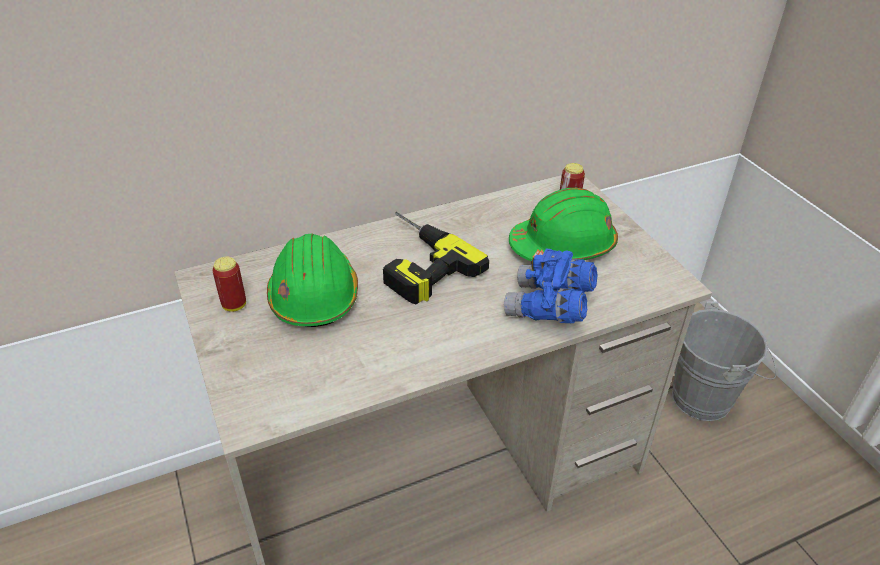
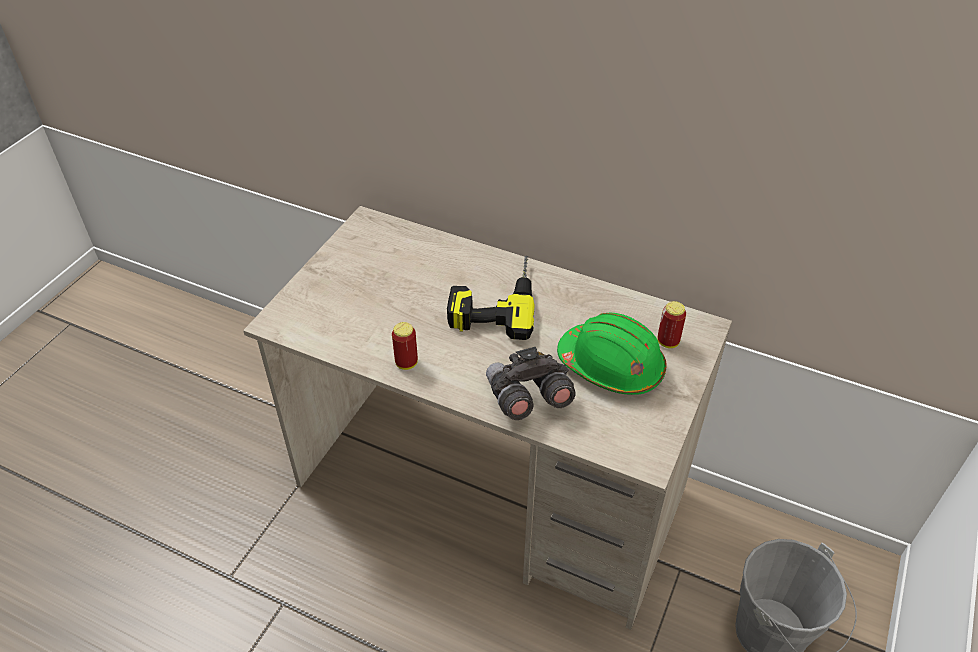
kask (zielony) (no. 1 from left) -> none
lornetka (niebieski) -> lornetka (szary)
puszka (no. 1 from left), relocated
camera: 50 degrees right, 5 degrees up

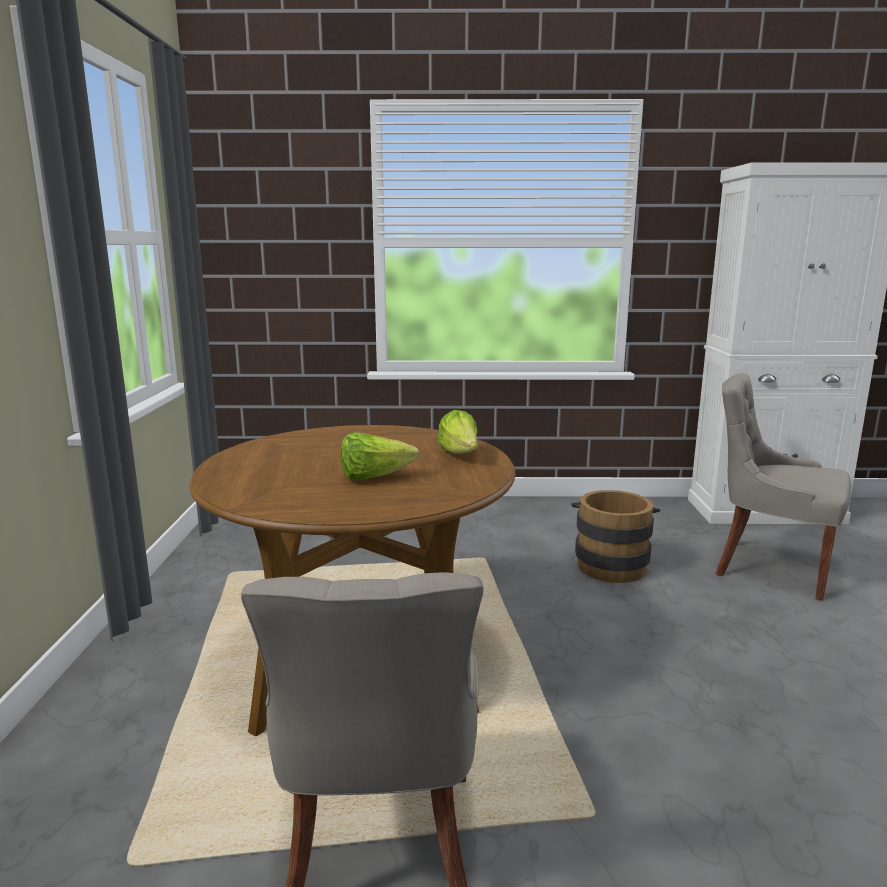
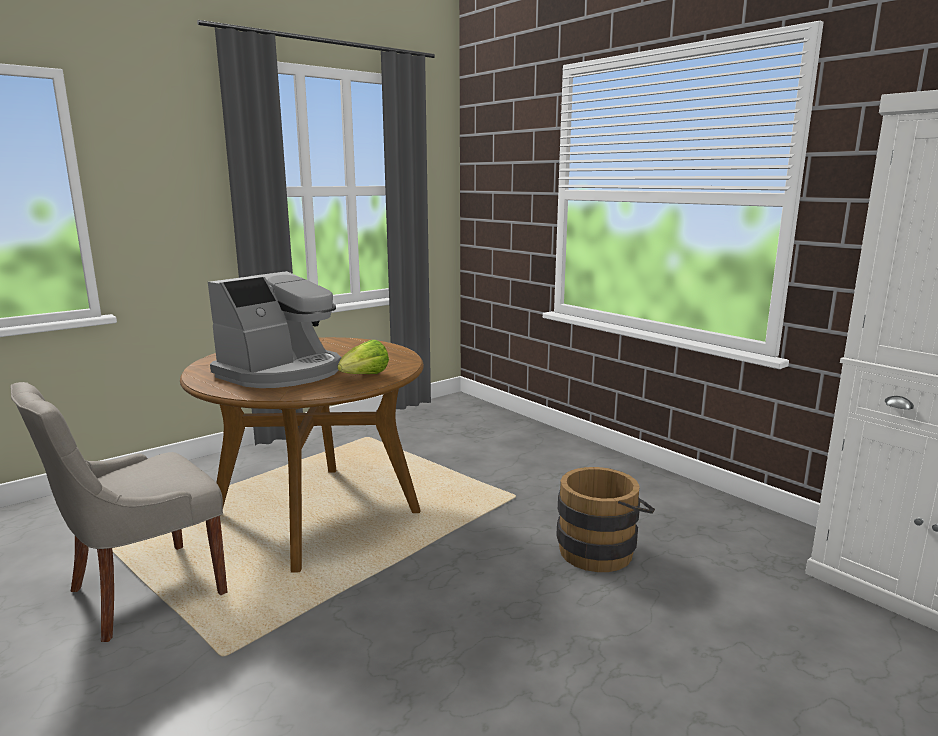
krzesło (szary) (no. 2 from left) -> none
sałata (no. 1 from left) -> ekspres do kawy
camera: 50 degrees right, 0 degrees up

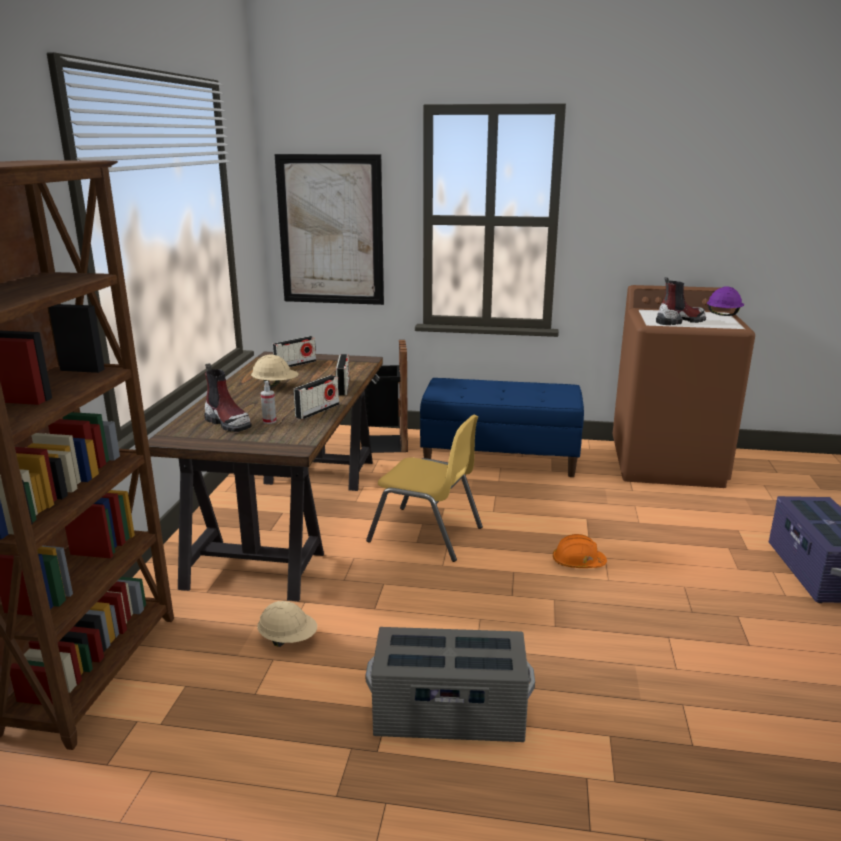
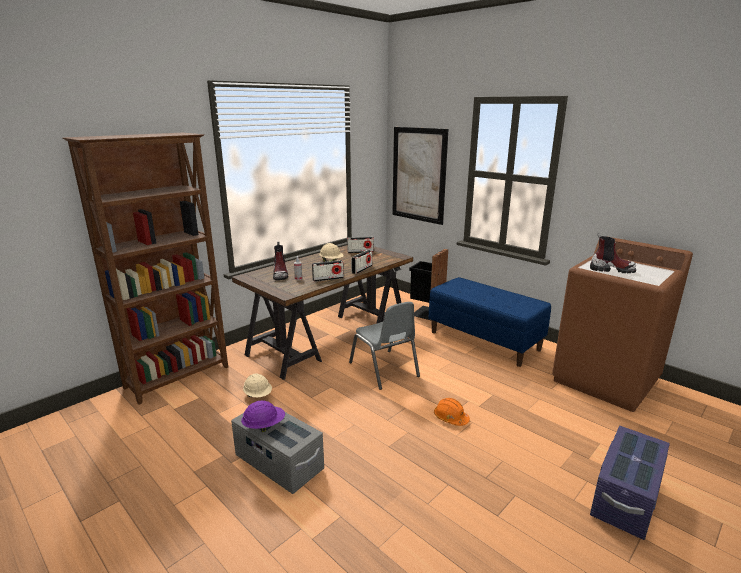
kask (fioletowy), relocated
krzesło (żółty) -> krzesło (szary)
camera: 35 degrees right, 0 degrees up

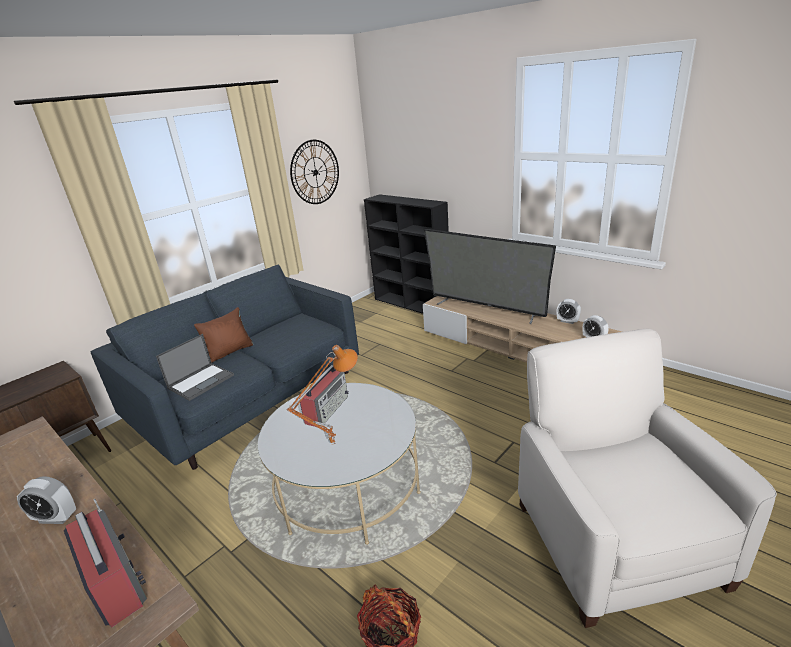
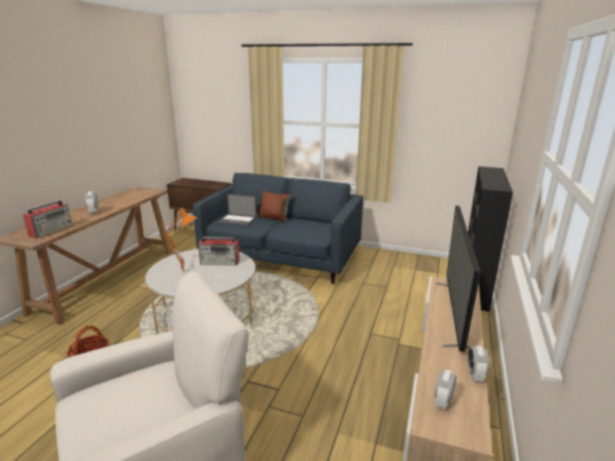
zegar ścienny -> none
camera: 65 degrees right, 5 degrees down

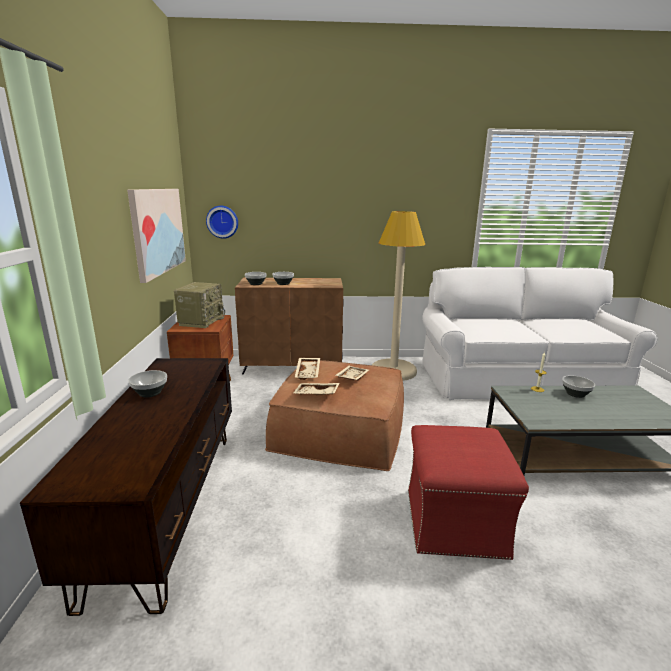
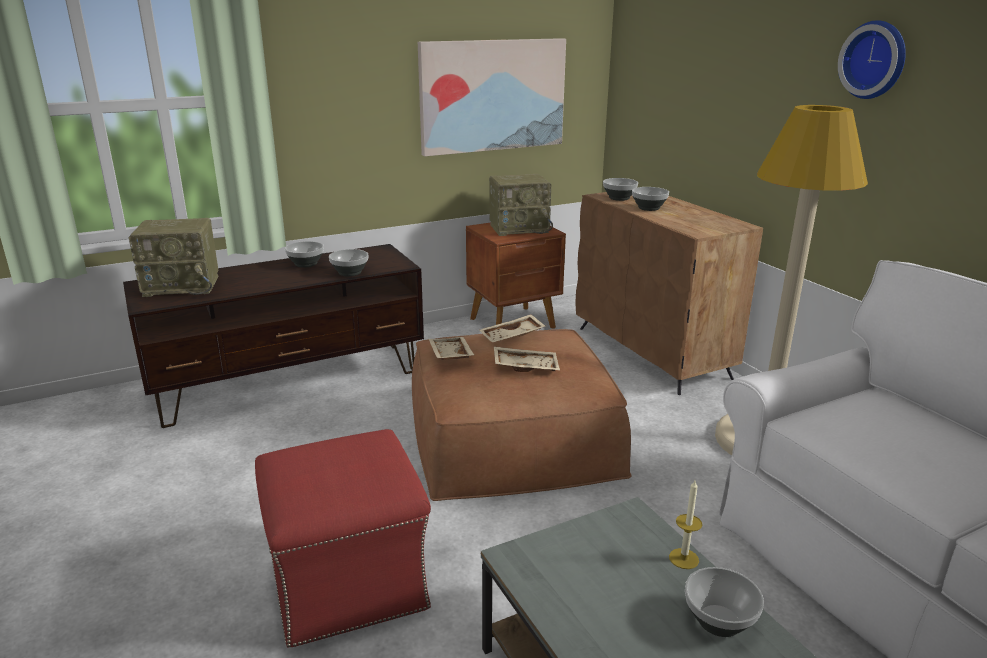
zegar ścienny, relocated
none -> radio (no. 1 from left)
none -> miska (no. 2 from left)
camera: 65 degrees right, 5 degrees up

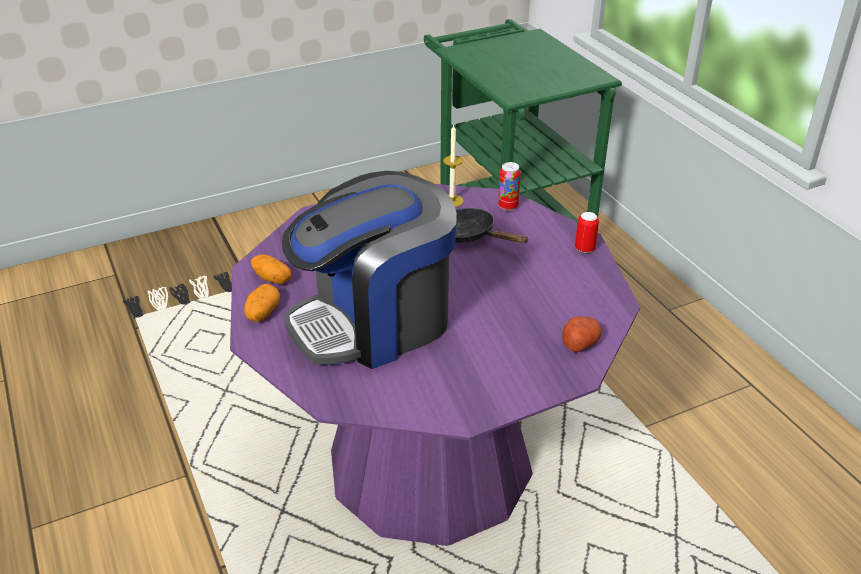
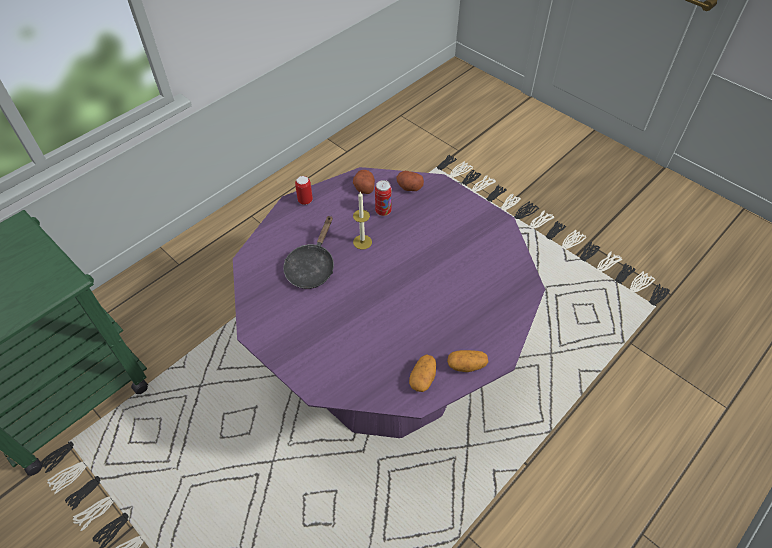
świeca, relocated
puszka (no. 1 from left in the first image) -> puszka (no. 2 from left), relocated
ekspres do kawy -> none
none -> ziemniak (no. 1 from left)
camera: 110 degrees left, 15 degrees up

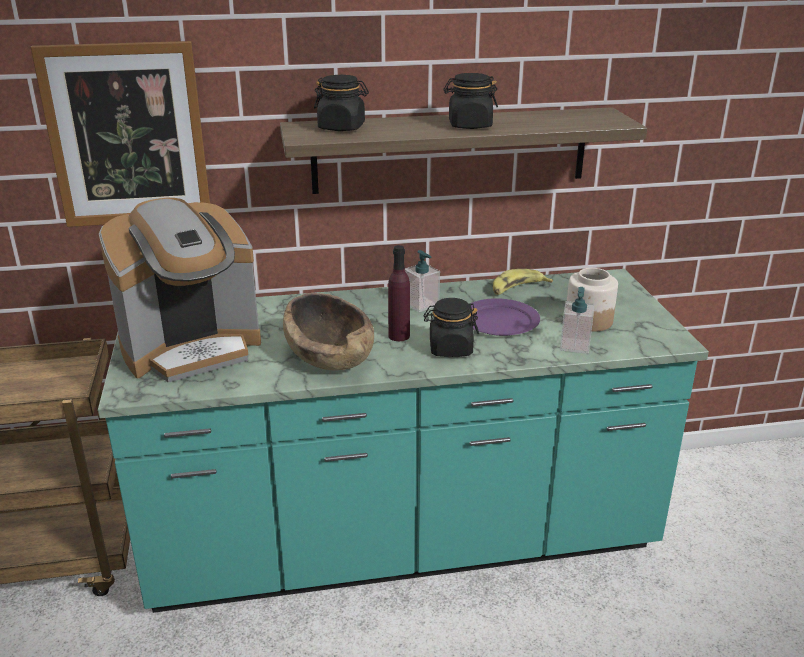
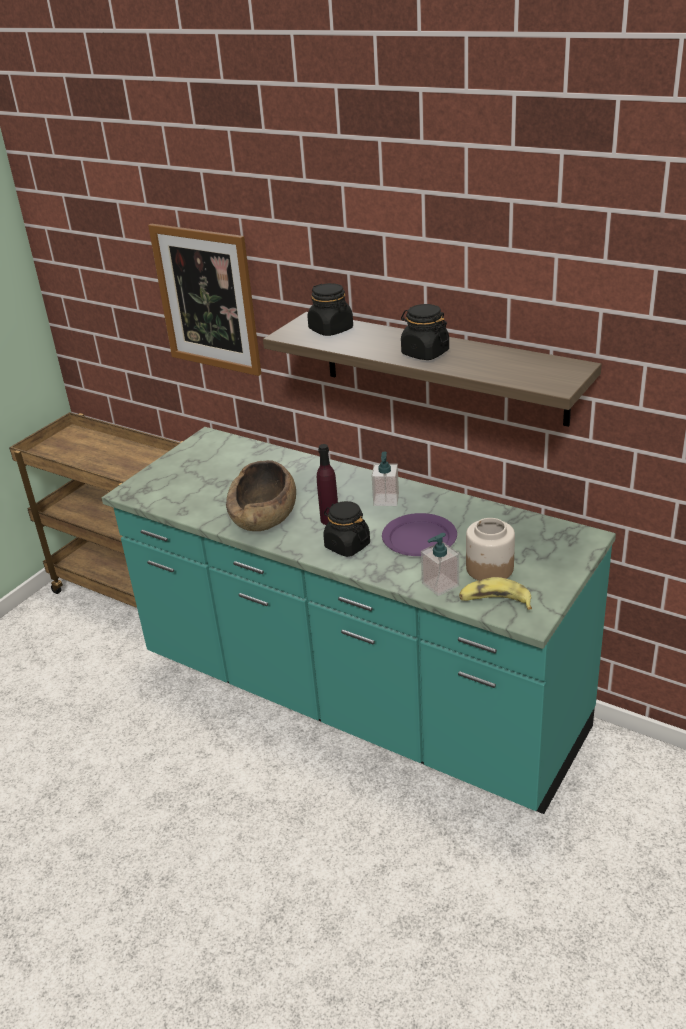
ekspres do kawy -> none
banan, relocated
camera: 45 degrees right, 5 degrees up

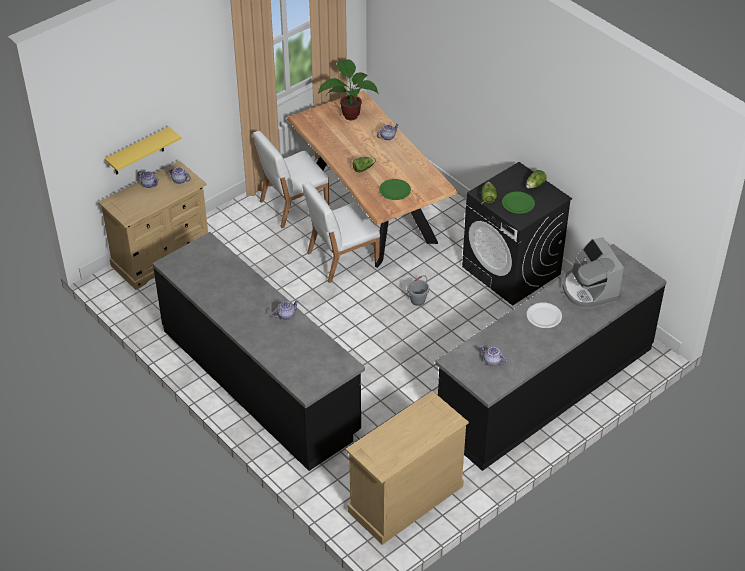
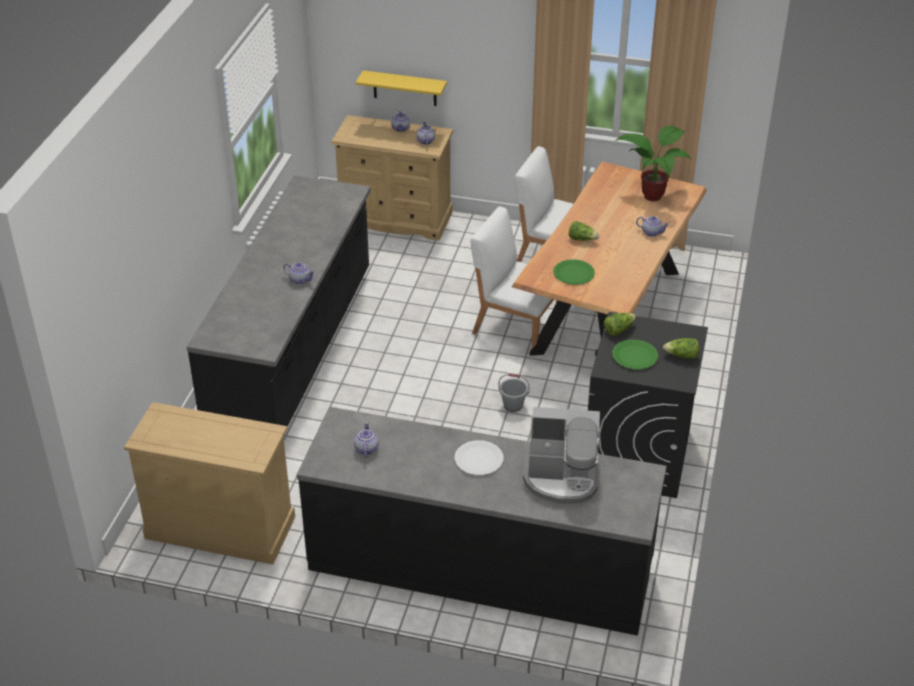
ekspres do kawy, 120 degrees counterclockwise
camera: 55 degrees right, 5 degrees down

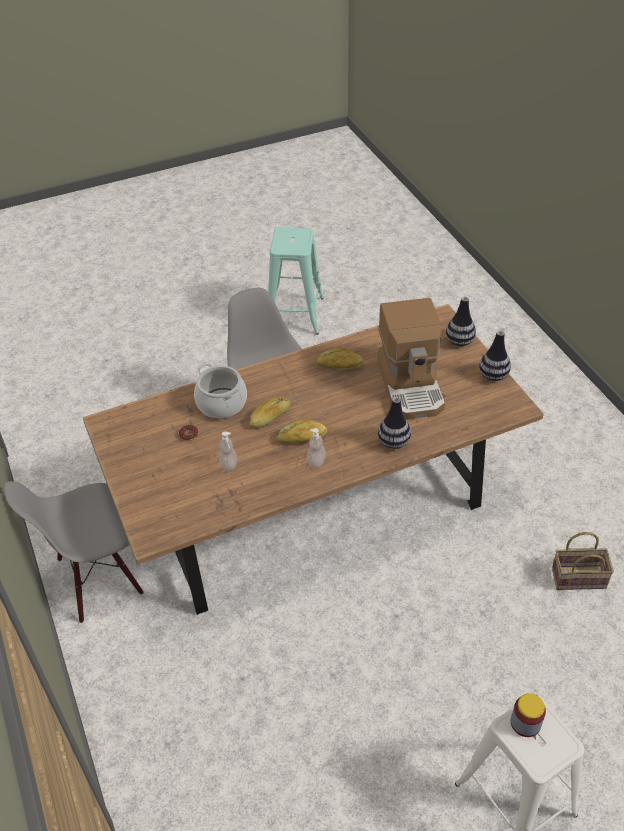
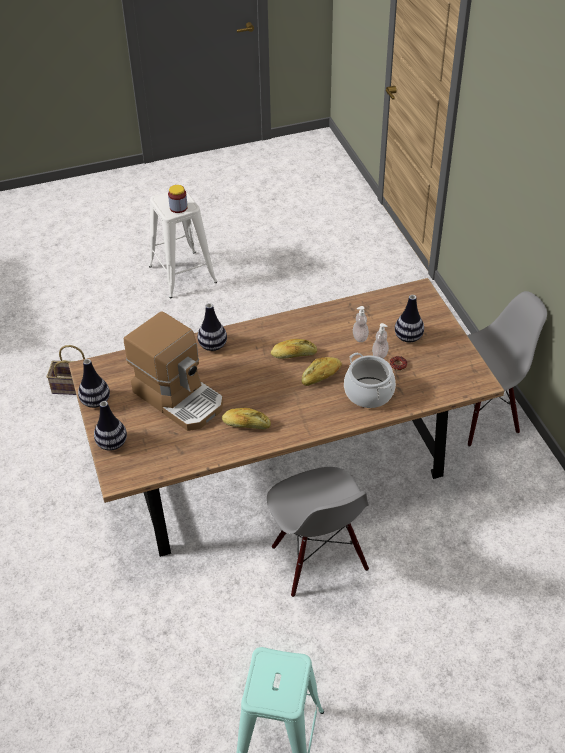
ekspres do kawy, 135 degrees clockwise
dozownik mydła (no. 2 from left), relocated
none -> wazon (no. 4 from left)
camera: 175 degrees left, 0 degrees up

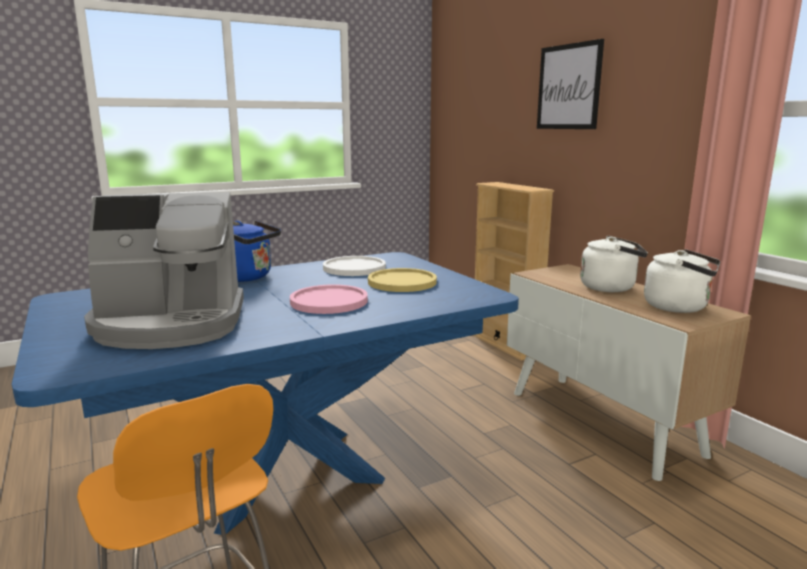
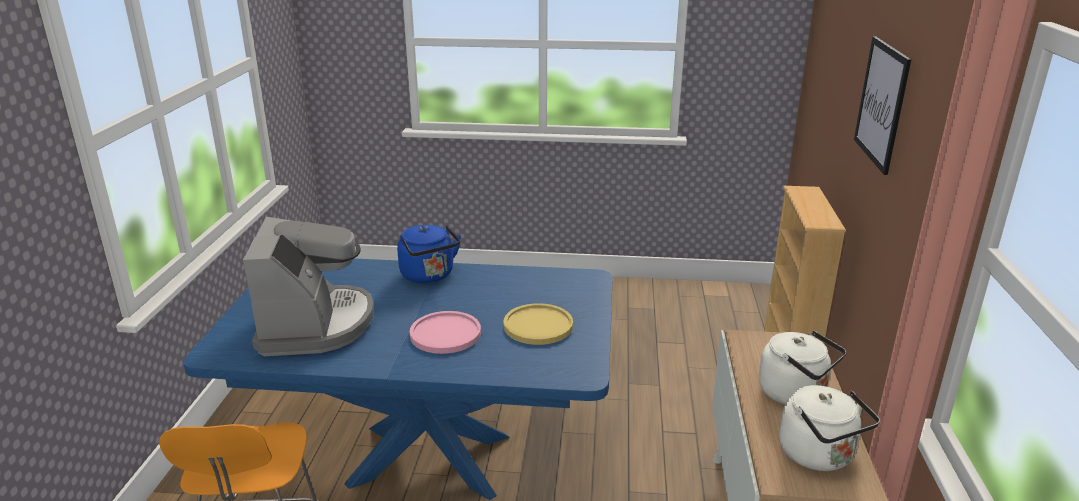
ekspres do kawy, 120 degrees counterclockwise
talerz (biały) -> none
camera: 35 degrees right, 10 degrees up

